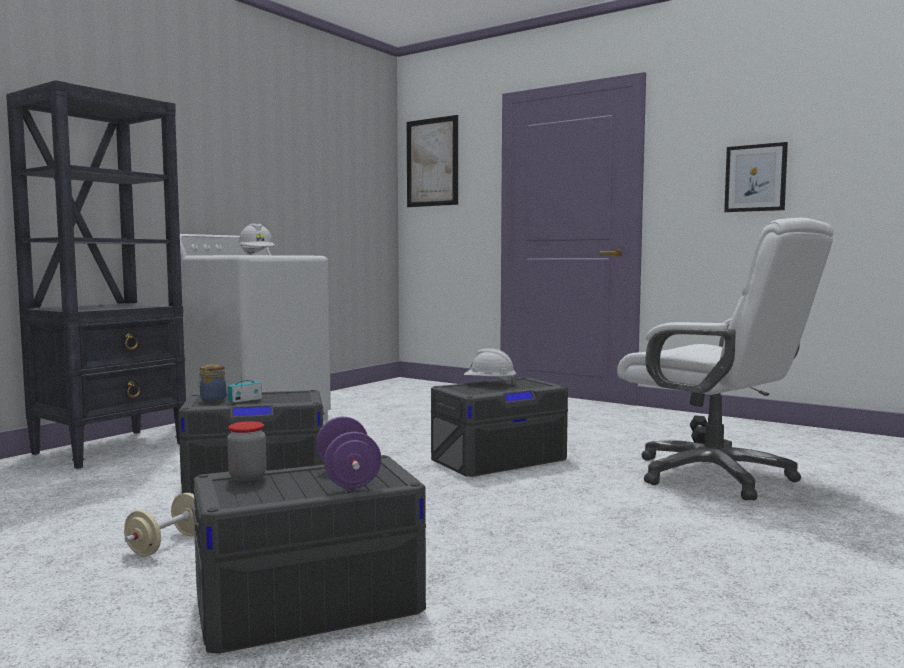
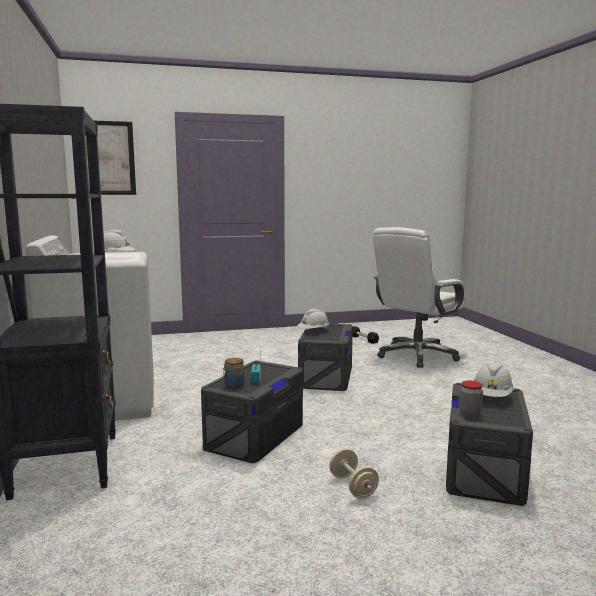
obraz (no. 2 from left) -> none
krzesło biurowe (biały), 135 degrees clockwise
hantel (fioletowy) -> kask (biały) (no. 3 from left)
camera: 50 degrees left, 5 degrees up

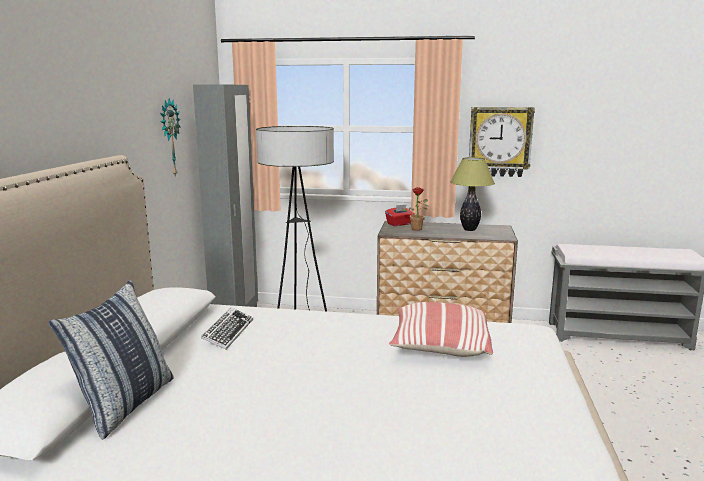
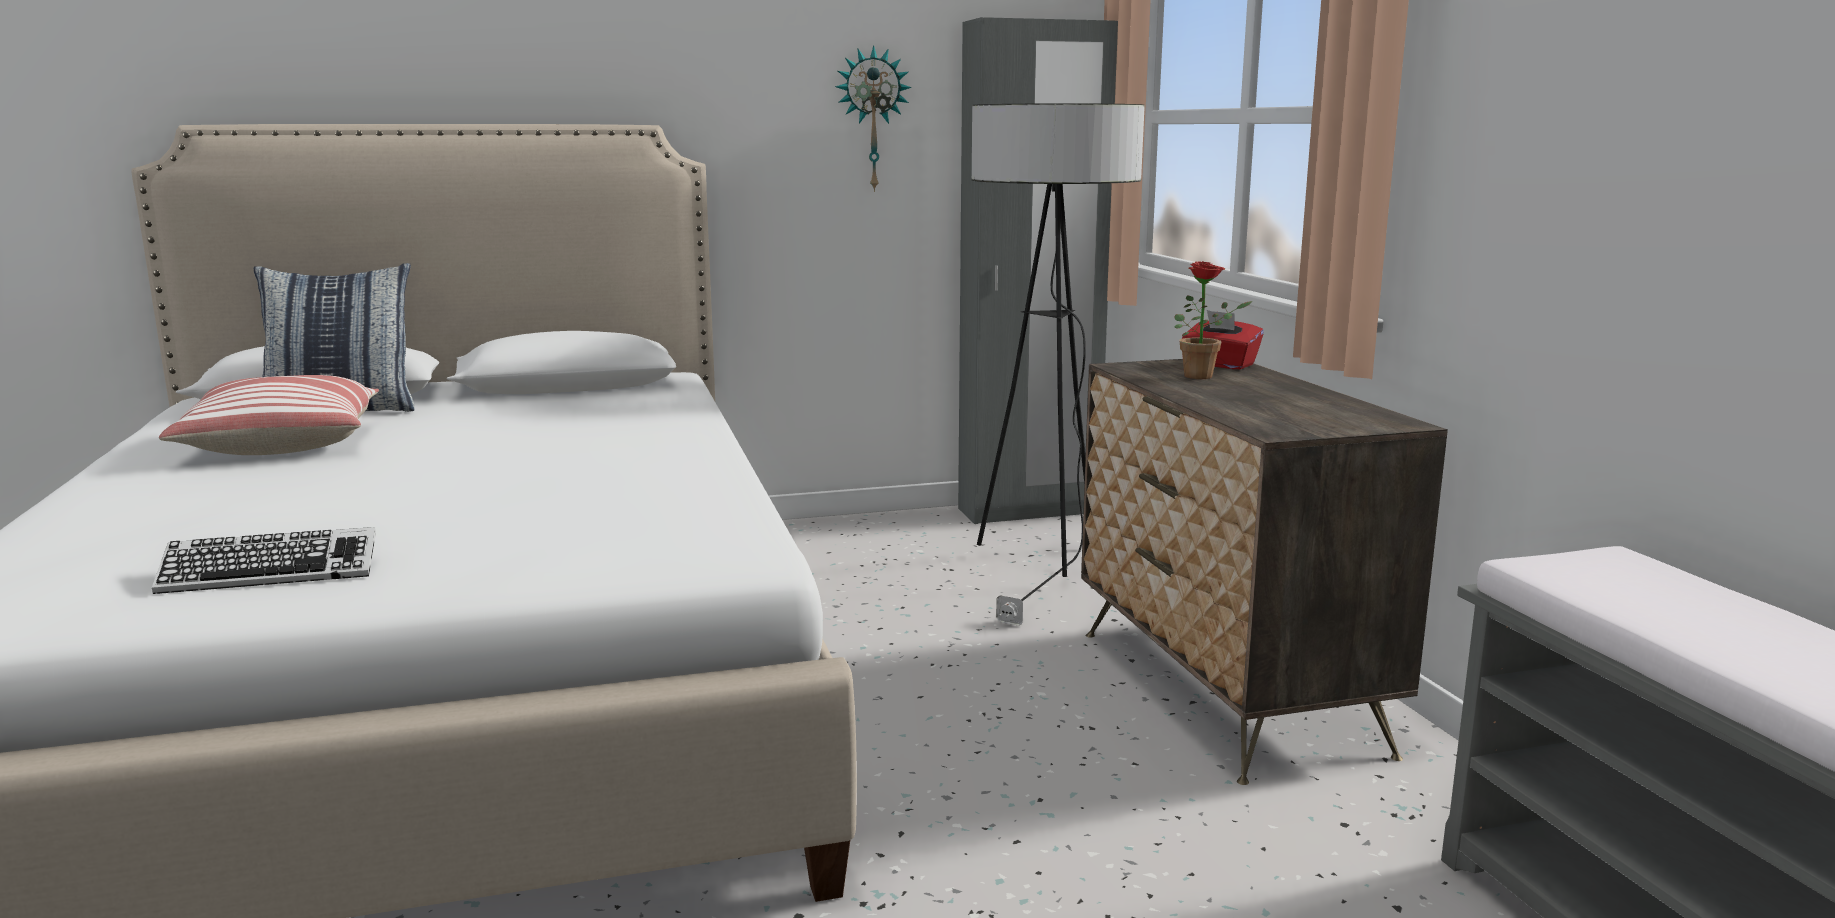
zegar ścienny (no. 2 from left) -> none
lampa stołowa -> none
poduszka (no. 2 from left in the first image) -> poduszka (no. 1 from left), relocated
klawiatura, relocated
camera: 65 degrees right, 0 degrees up

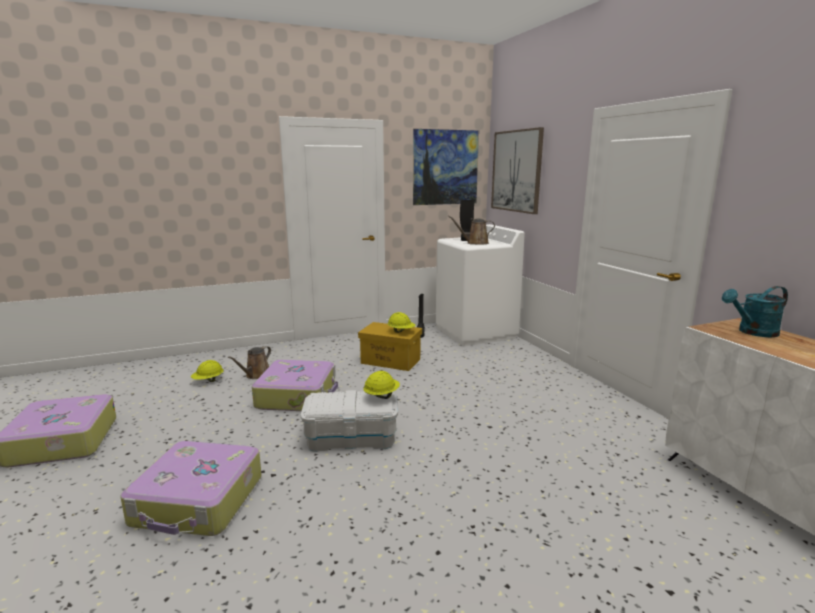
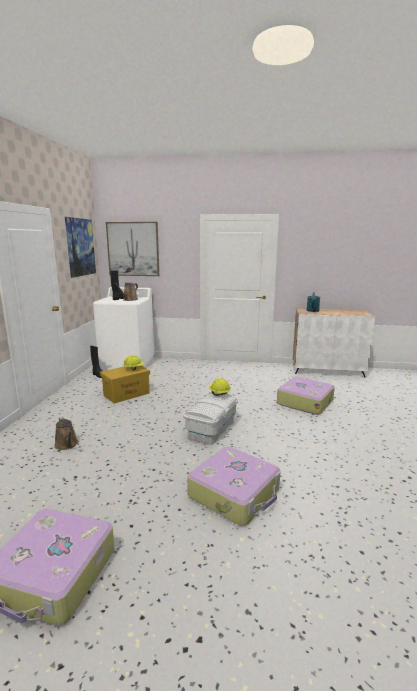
kask (żółty) (no. 1 from left) -> none
walizka (no. 3 from left), relocated
camera: 60 degrees left, 0 degrees up

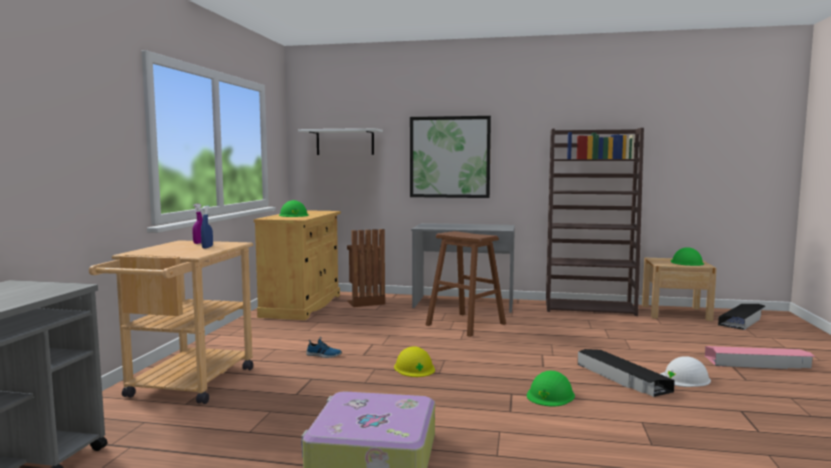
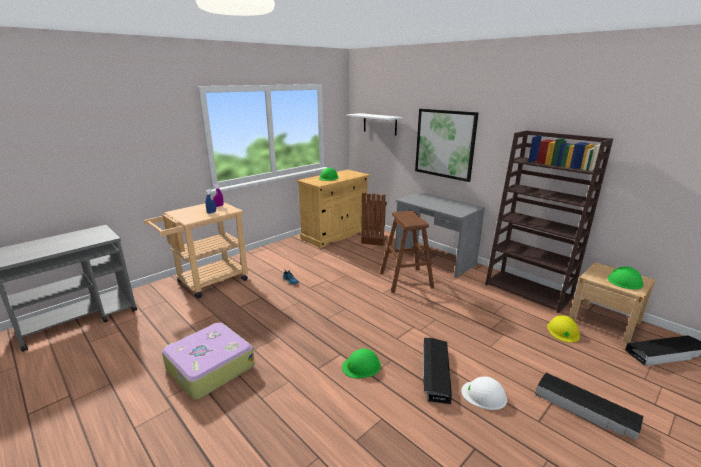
kask (żółty), relocated
pojemnik do przechowywania (różowy) -> pojemnik do przechowywania (czarny) (no. 2 from left)
camera: 35 degrees right, 15 degrees up

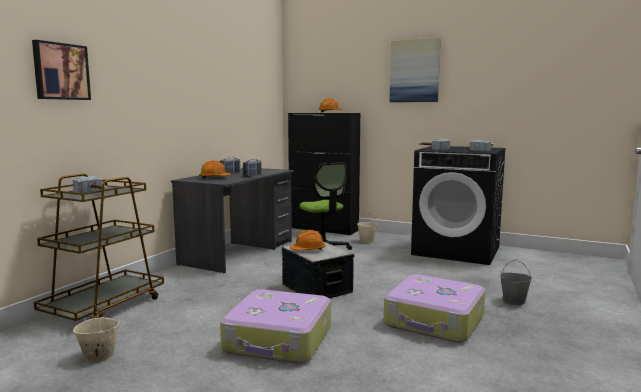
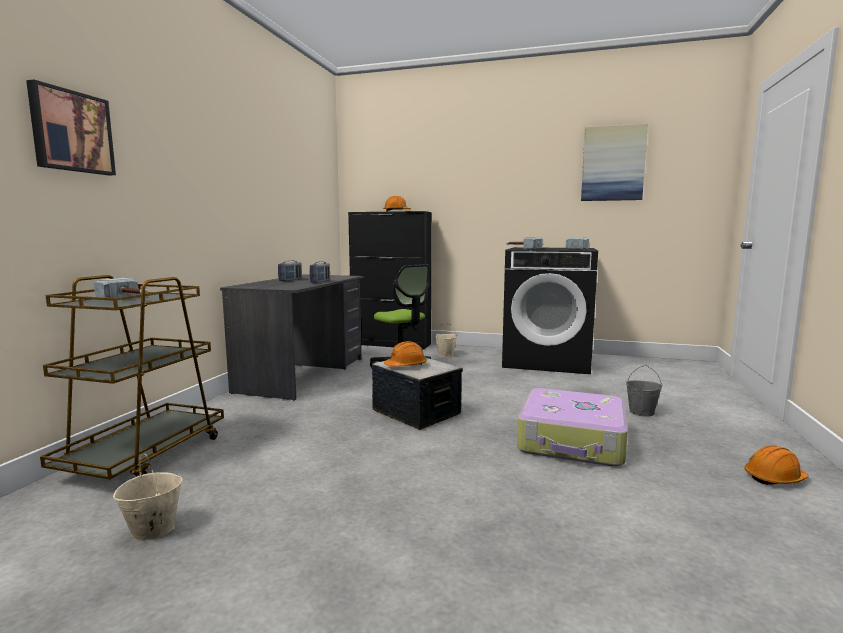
obraz (no. 2 from left), relocated
kask (pomarańczowy) (no. 1 from left in the first image) -> kask (pomarańczowy) (no. 3 from left), relocated
walizka (no. 1 from left) -> none
camera: 10 degrees left, 0 degrees up

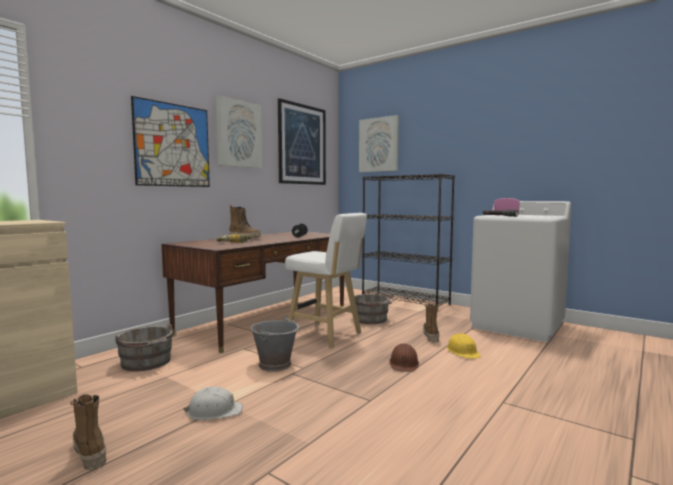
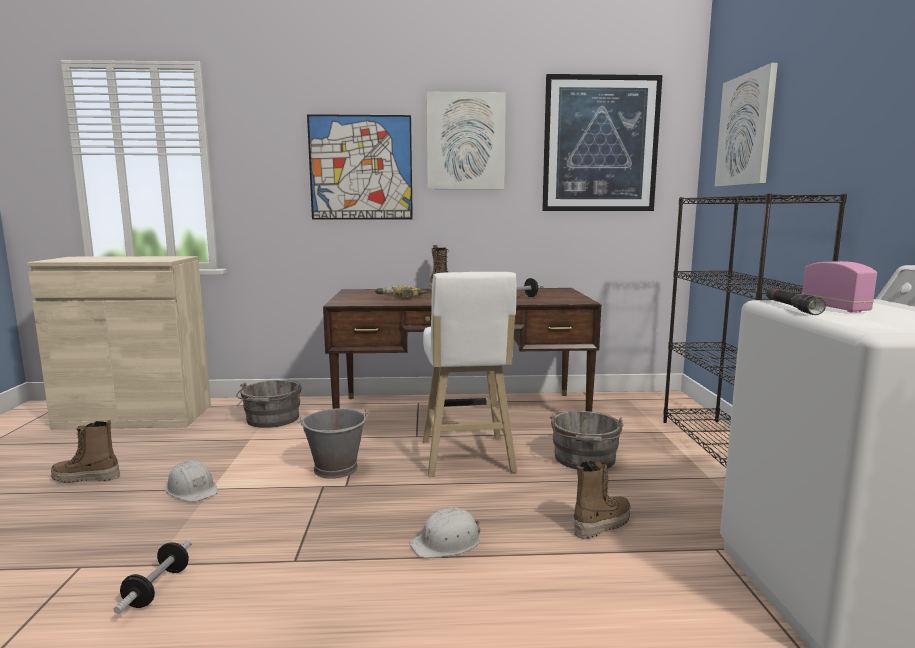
kask (żółty) -> none
kask (brązowy) -> kask (biały) (no. 2 from left)
but z cholewką (no. 1 from left), 105 degrees counterclockwise
none -> hantel (no. 1 from left)
camera: 50 degrees right, 5 degrees up

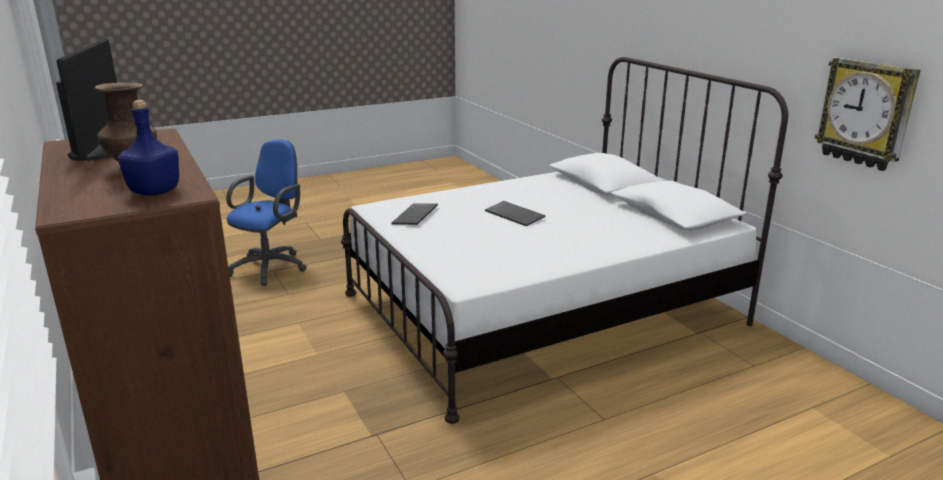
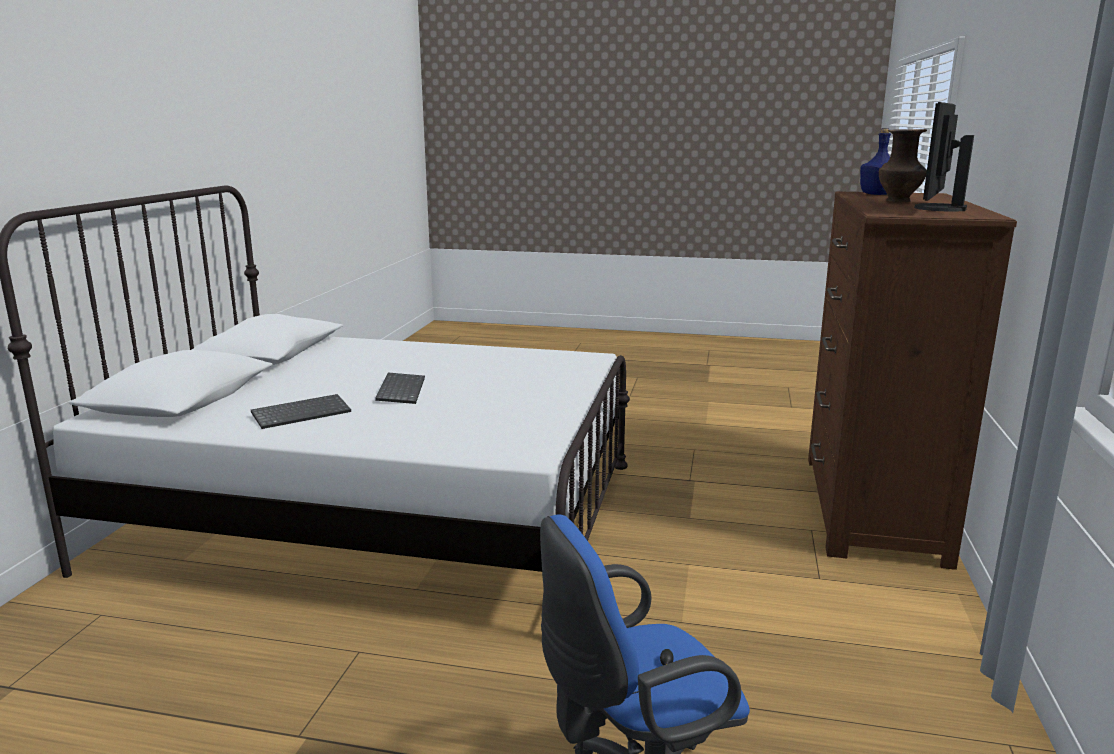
zegar ścienny -> none
klawiatura (no. 1 from left), relocated
camera: 140 degrees left, 5 degrees down

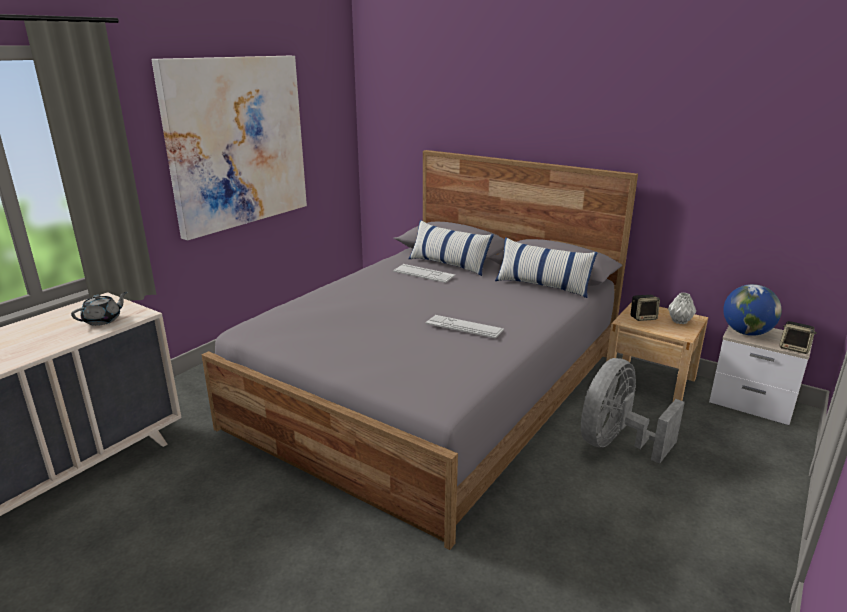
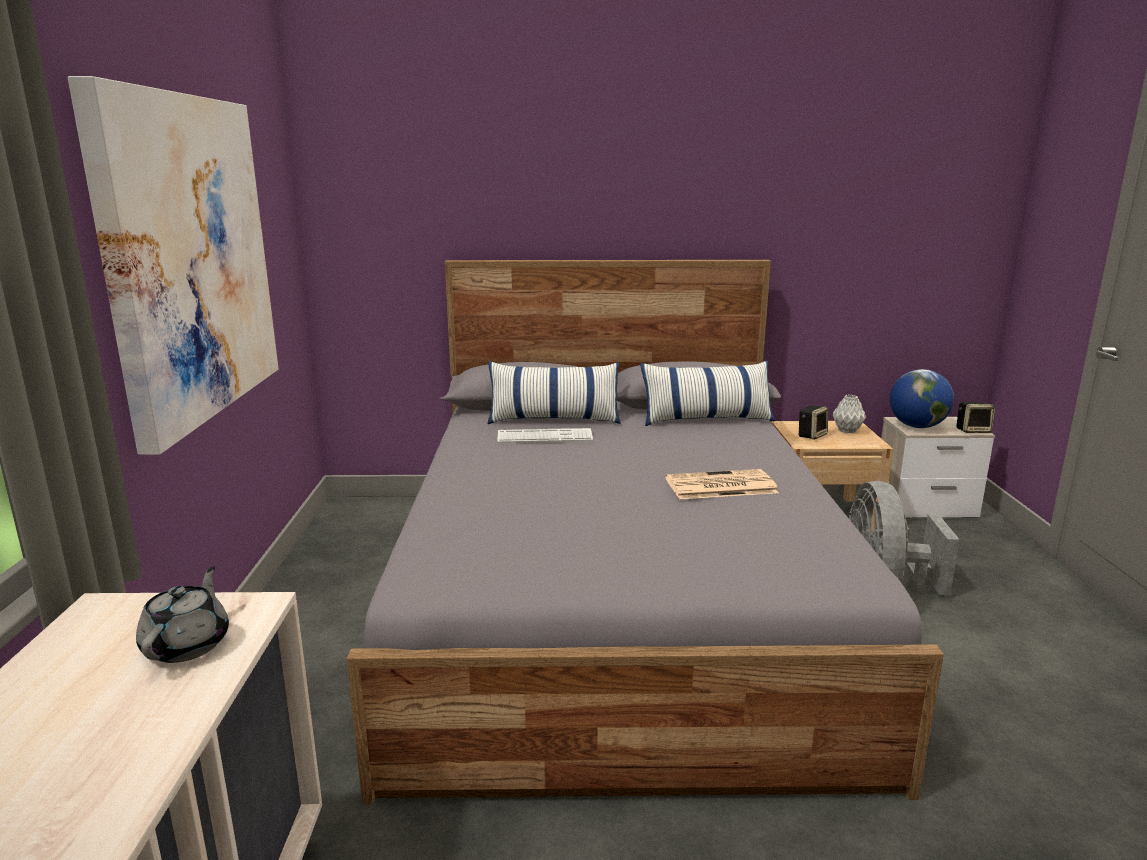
klawiatura (no. 2 from left) -> gazeta
camera: 35 degrees left, 5 degrees down

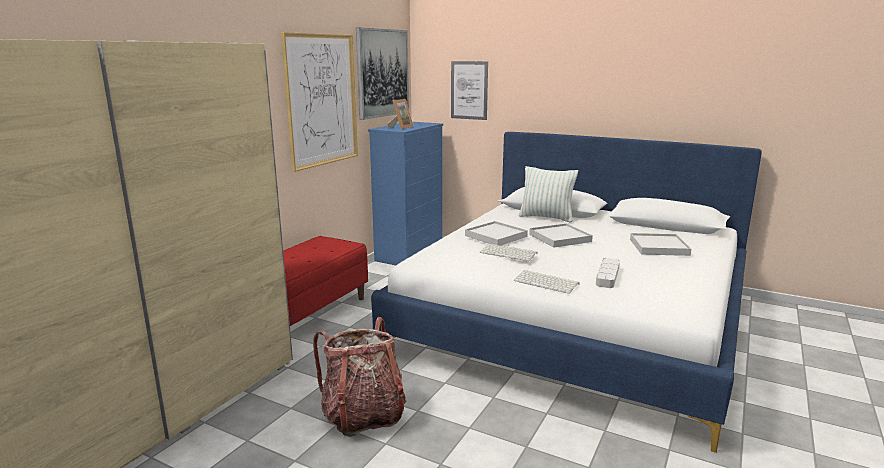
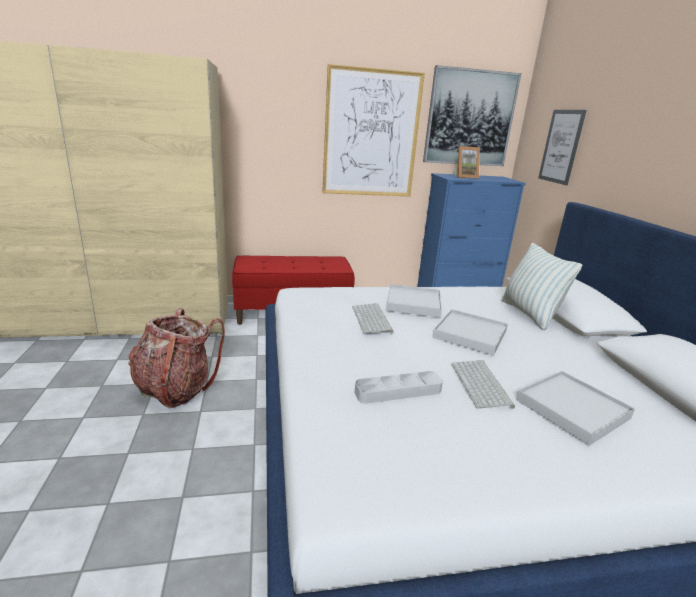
klawiatura (no. 2 from left), relocated
camera: 50 degrees right, 5 degrees up

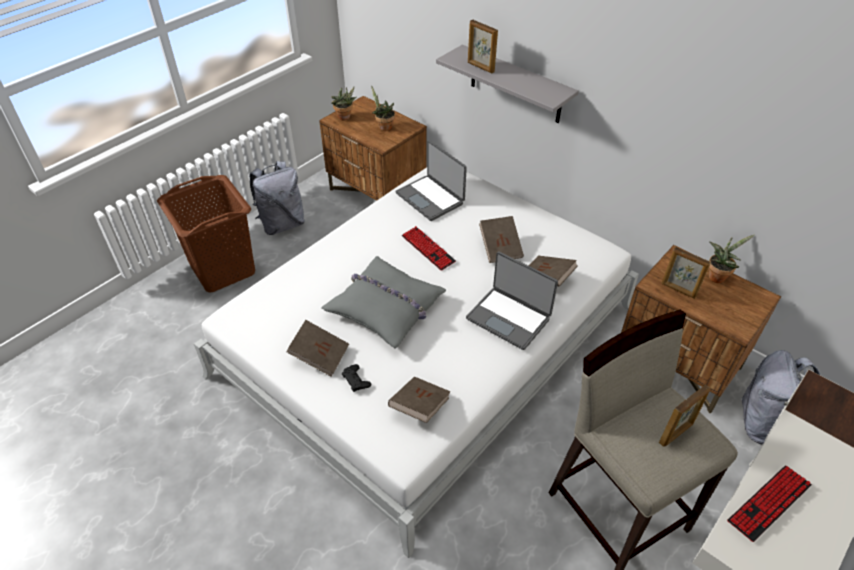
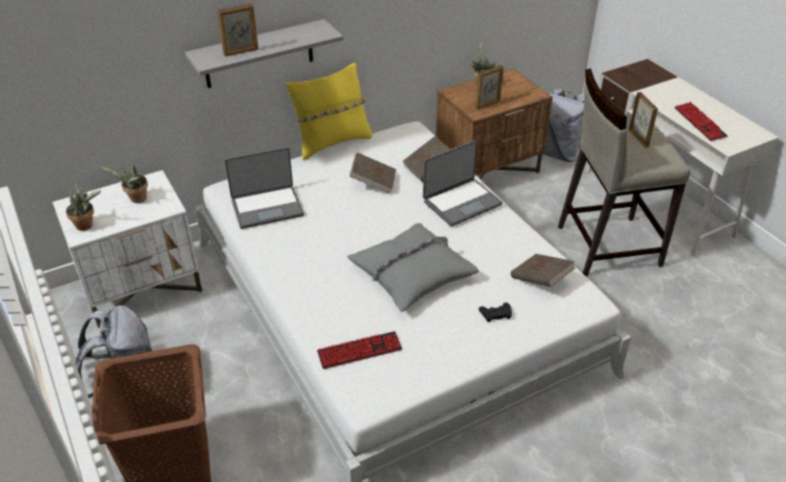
szafka nocna (brązowy) (no. 1 from left) -> szafka nocna (biały)
klawiatura (no. 1 from left), relocated
książka (brązowy) (no. 1 from left) -> none
none -> poduszka (żółty)
camera: 70 degrees left, 5 degrees down

